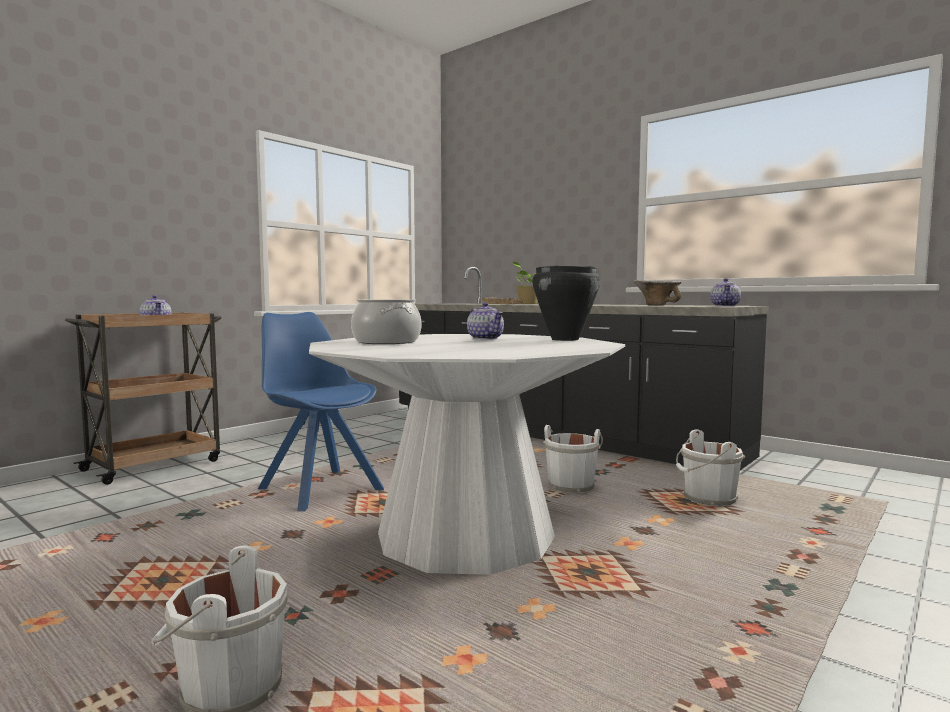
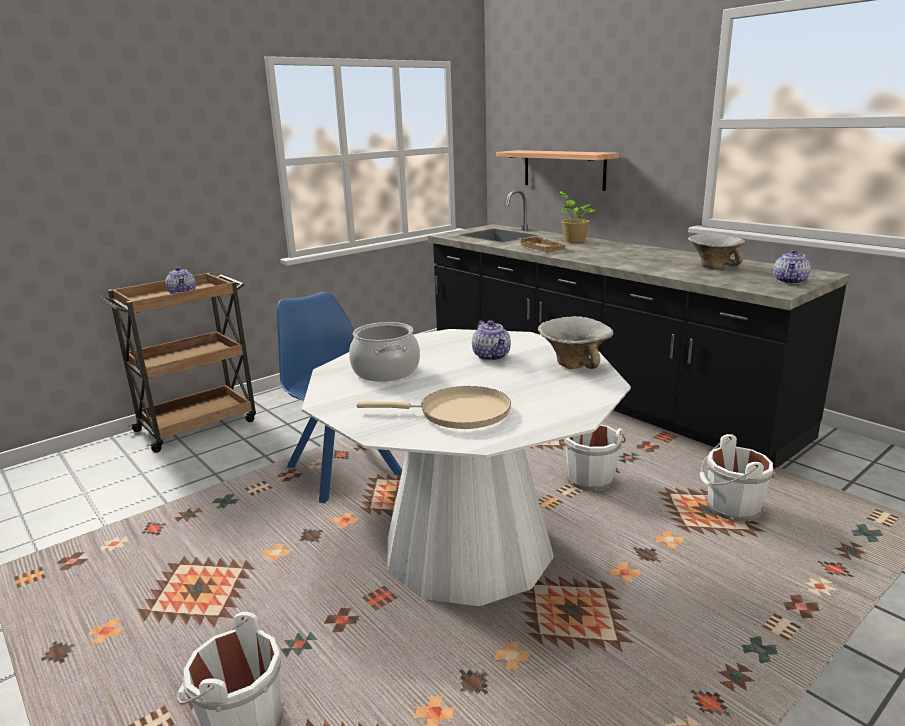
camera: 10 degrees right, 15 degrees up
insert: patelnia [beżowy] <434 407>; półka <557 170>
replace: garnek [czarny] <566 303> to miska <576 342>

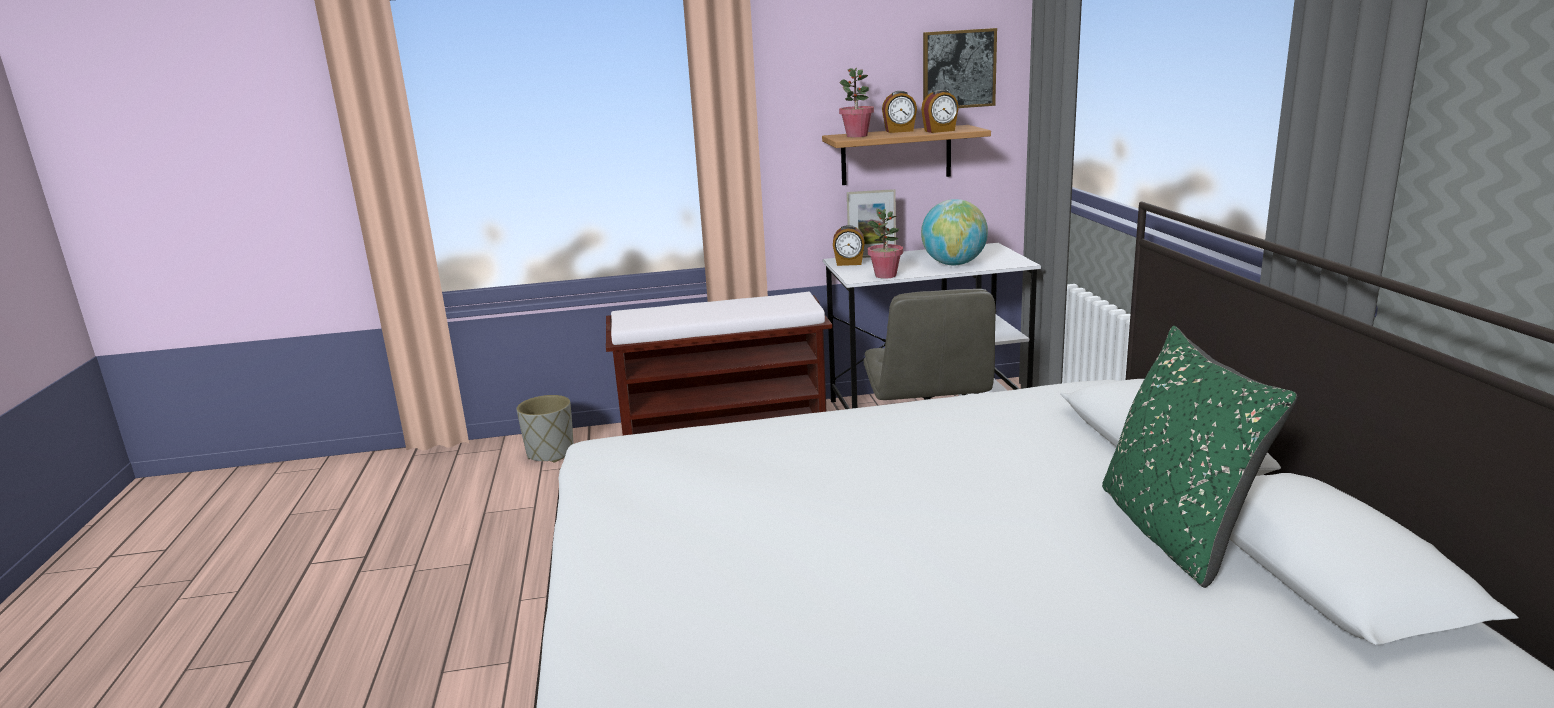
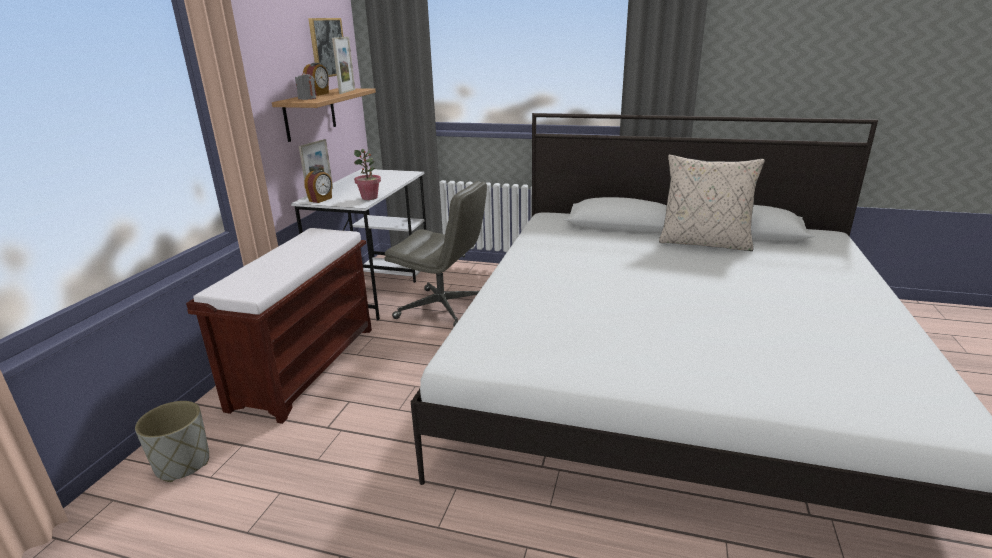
camera: 65 degrees left, 5 degrees up
delete: globus <954 232>
replace: roślina doniczkowa <856 102> to świeca [szary] <305 86>; budzik <940 111> to ramka na zdjęcie <343 65>
recolor: poduszka [zielony] <1200 457> to poduszka [beżowy] <712 203>

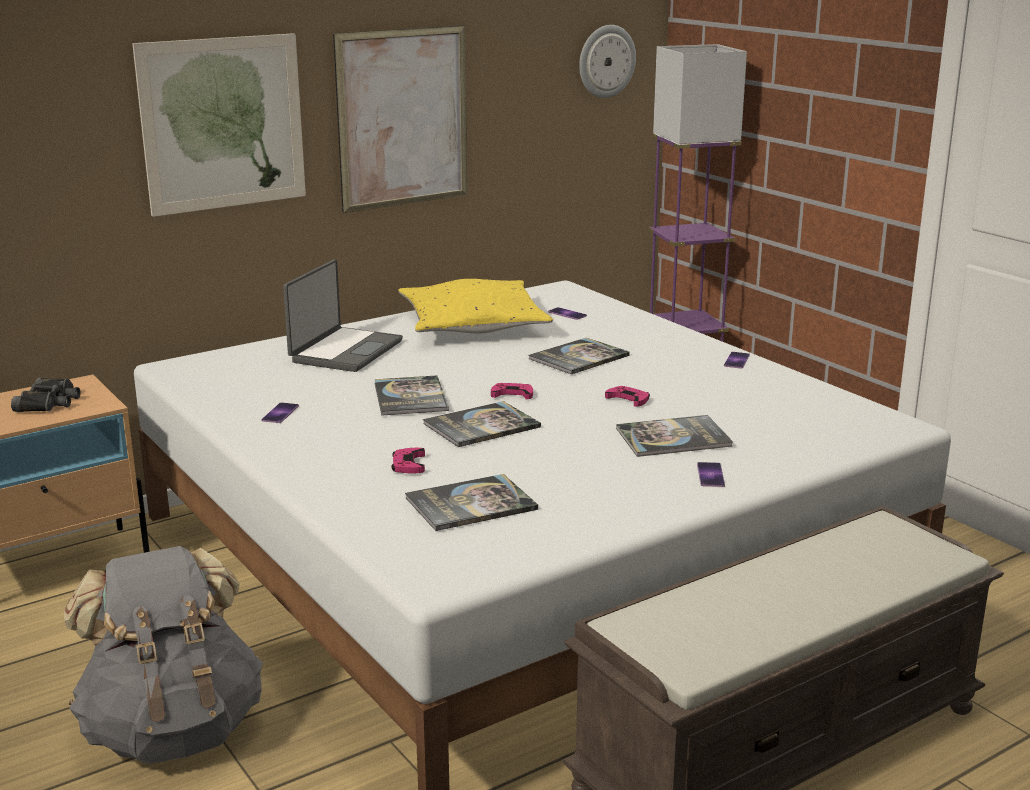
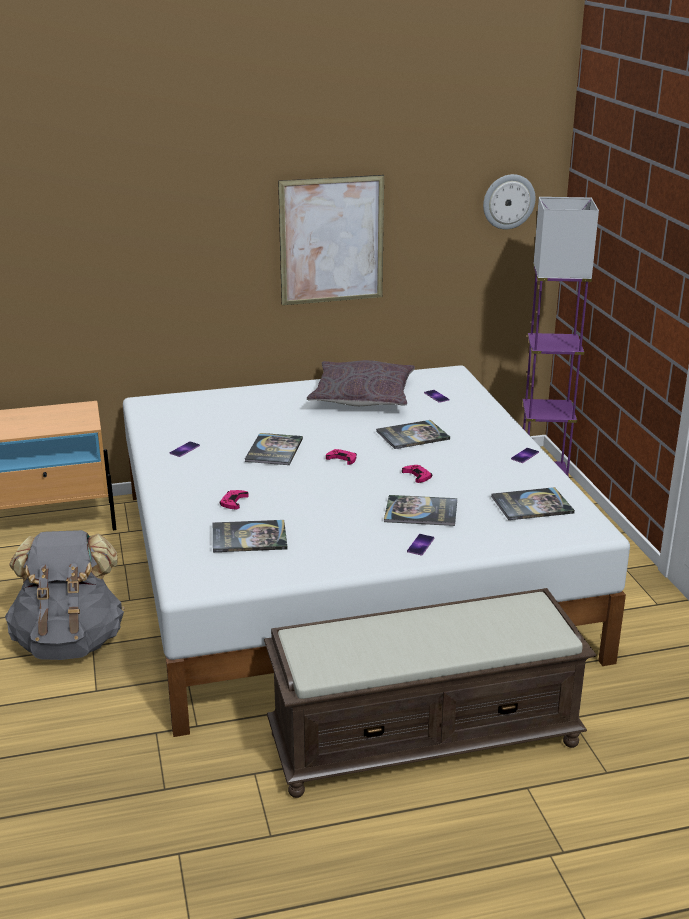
camera: 20 degrees right, 5 degrees up
delete: lornetka [czarny] <45 395>; obraz <219 125>; laptop <343 315>
move: książka <482 424> to <533 503>
recolor: poduszka [żółty] <475 306> to poduszka [szary] <361 383>

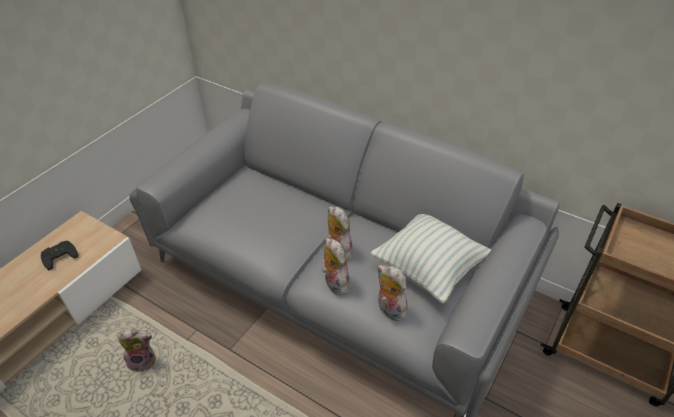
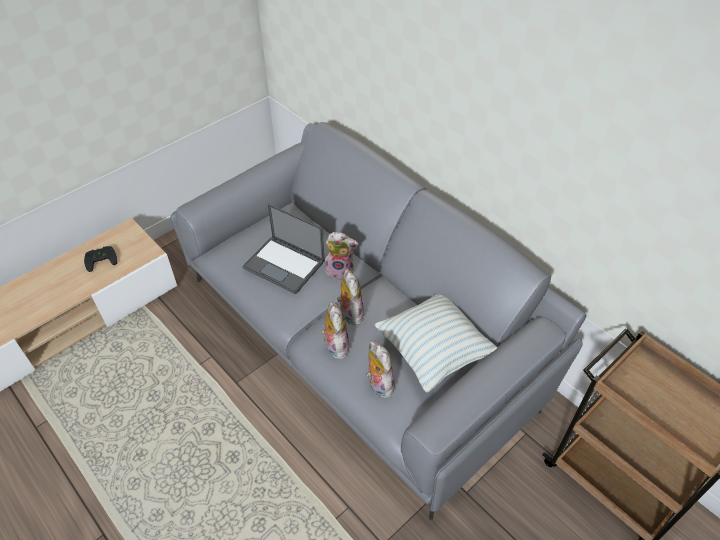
camera: 15 degrees right, 5 degrees up
insert: laptop <283 249>
move: pluszak <137 350> to <341 256>

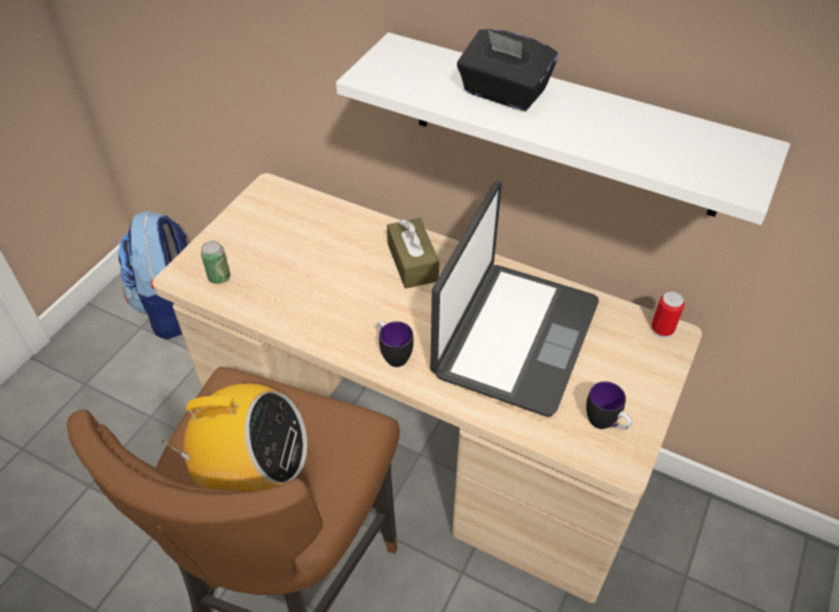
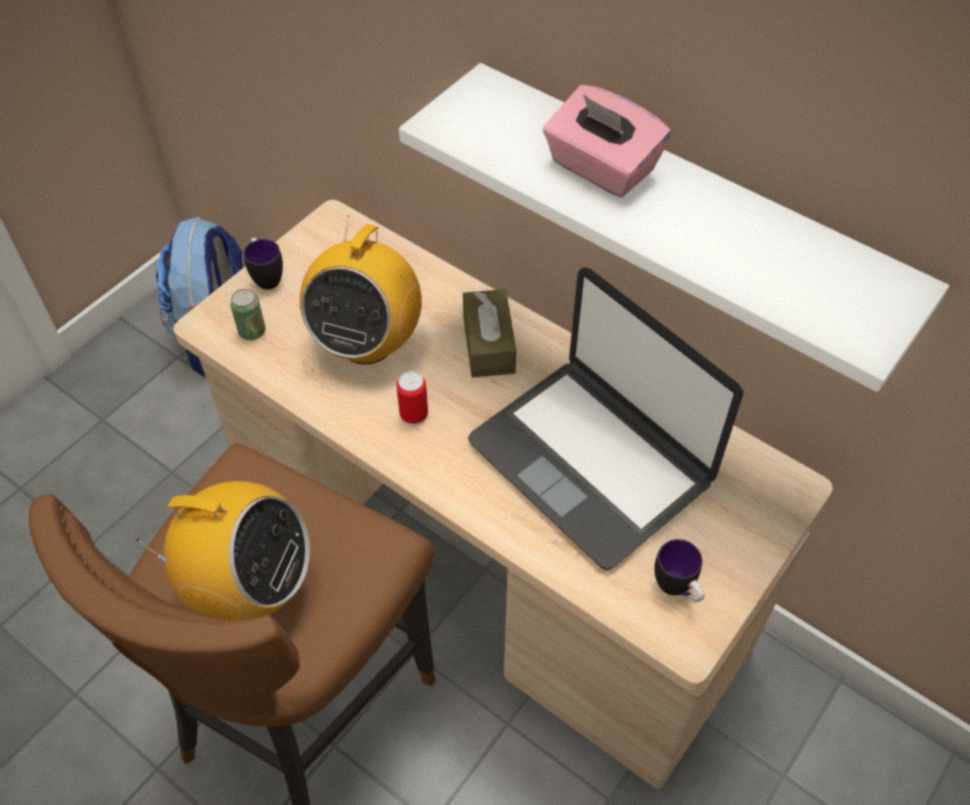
camera: 10 degrees right, 5 degrees up
insert: radio <361 290>
move: kubek <395 344> to <263 264>; puszka <668 315> to <412 398>
recolor: pudełko chusteczek [czarny] <507 70> to pudełko chusteczek [różowy] <607 141>
rotate: laptop <514 299> = <605 418> 105 degrees clockwise

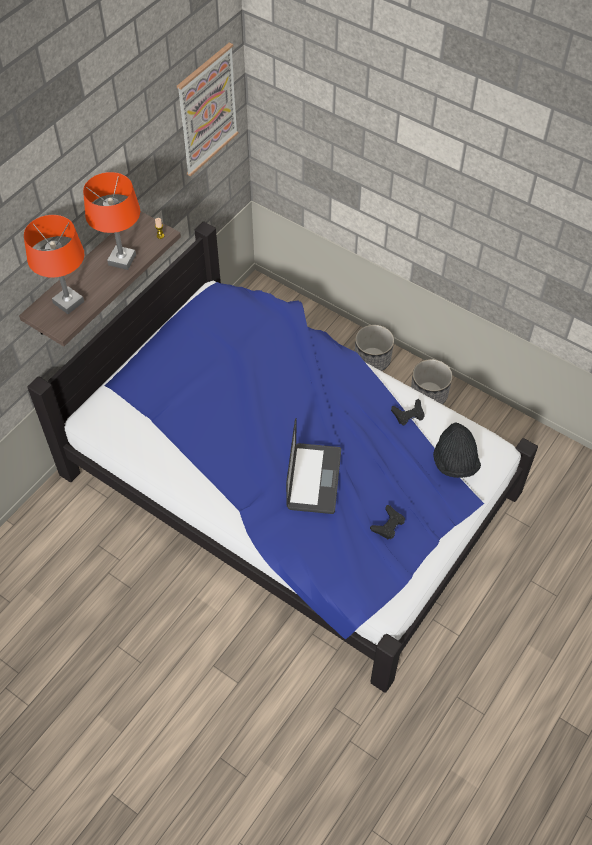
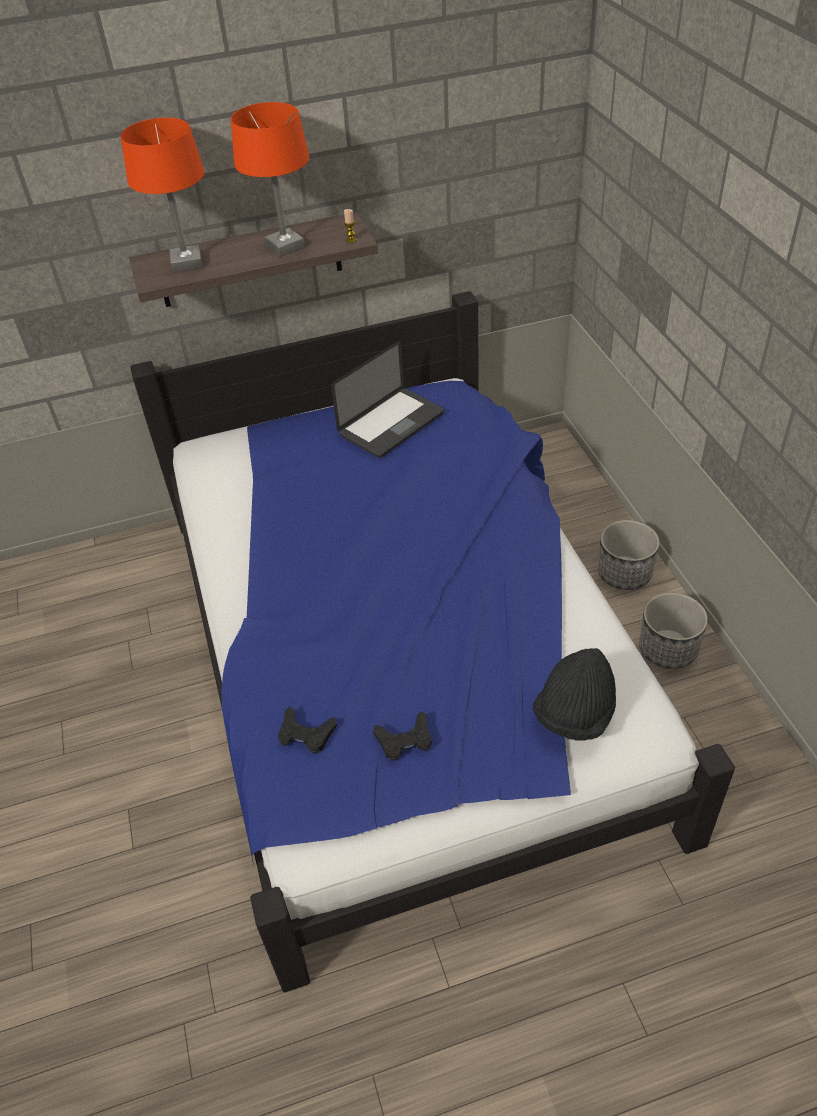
camera: 40 degrees right, 10 degrees down
delete: obraz <207 109>
move: laptop <313 466> to <387 399>; pad do gier [czarny] <408 412> to <307 730>

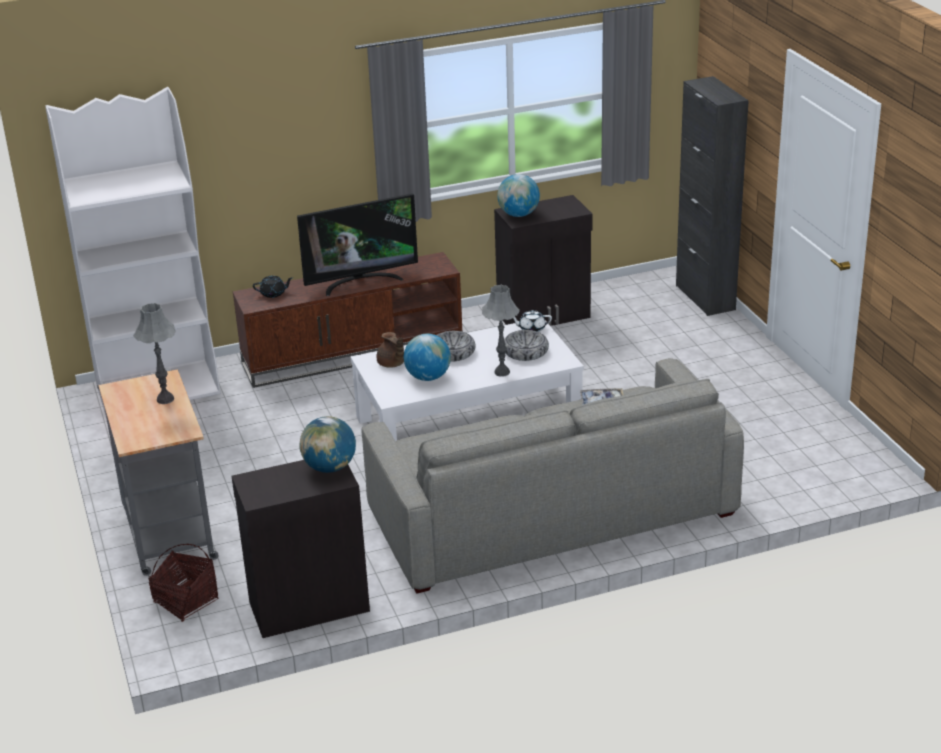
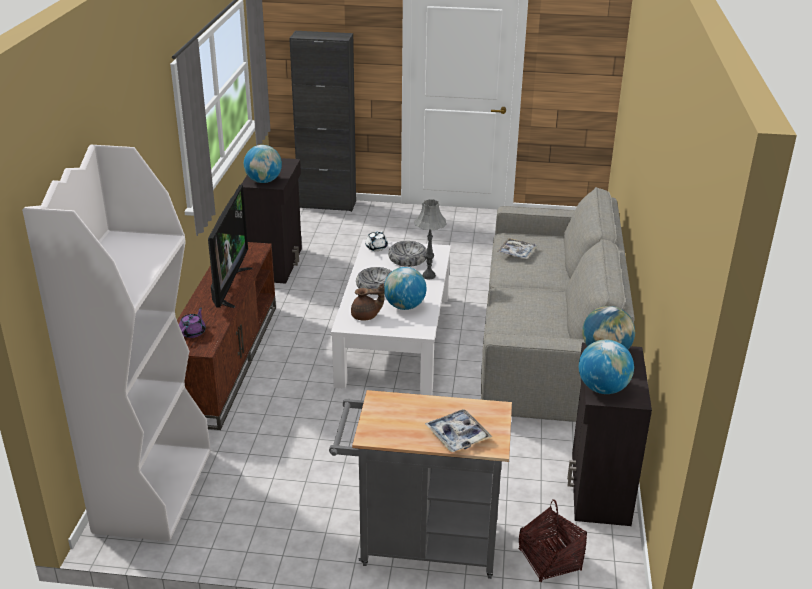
camera: 65 degrees left, 0 degrees up
delete: lampa stołowa [szary] <154 353>
insert: taca <459 430>; globus <606 366>
recolor: imbryk [czarny] <273 286> to imbryk [fioletowy] <192 323>

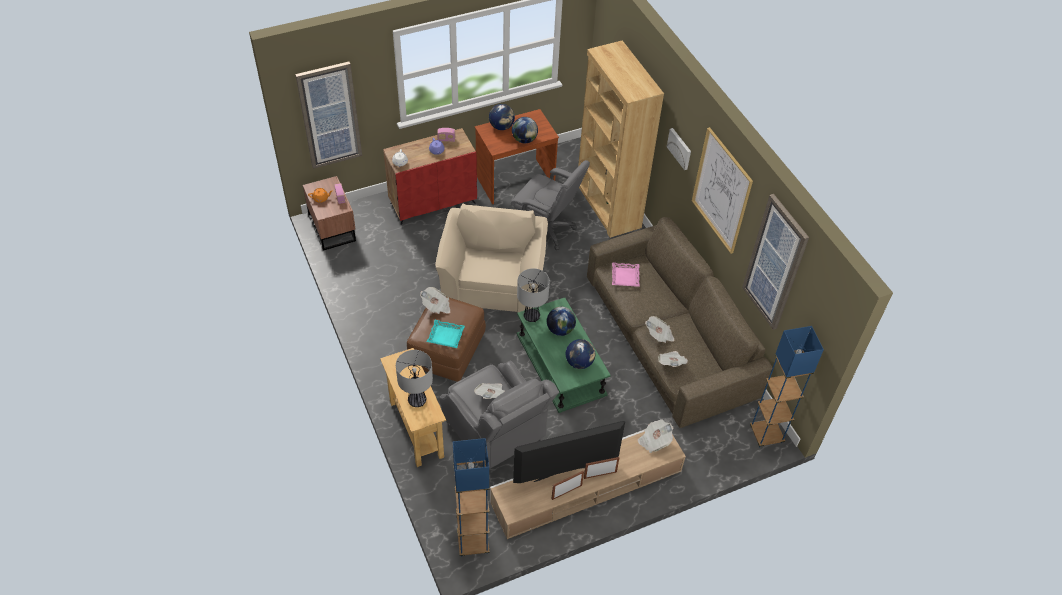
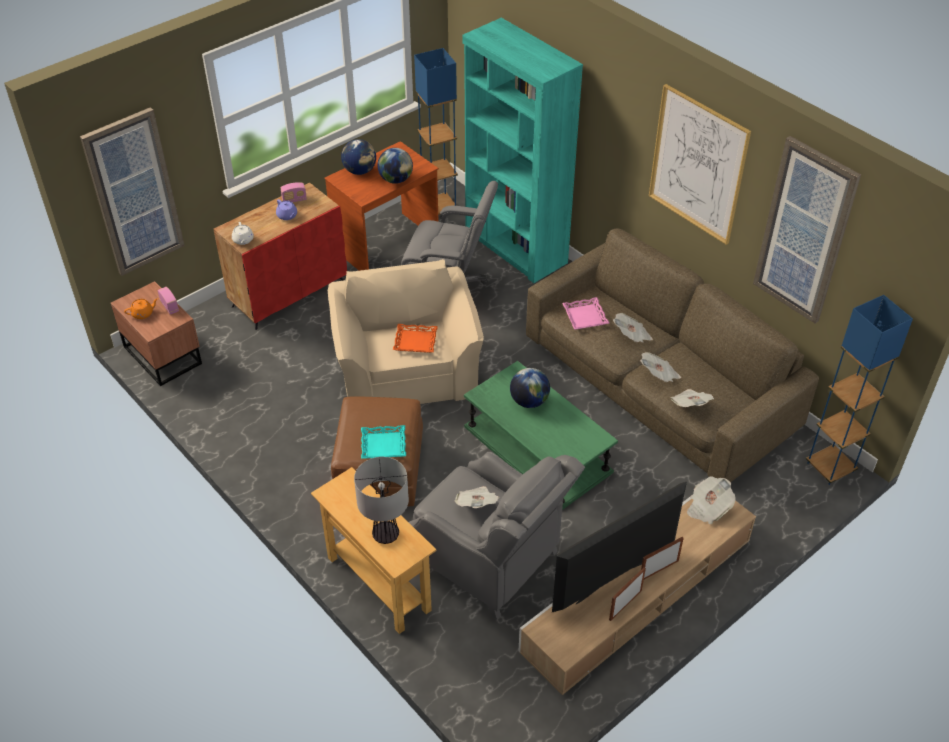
camera: 15 degrees left, 5 degrees down
delete: lampa stołowa <533 295>; globus <581 354>; obraz <679 149>
insert: taca [pomarańczowy] <415 338>
move: gazeta <435 300> to <633 328>; lampa stojąca [niebieski] <471 497> to <436 131>
recolor: regał [brązowy] <621 139> to regał [turkusowy] <523 150>

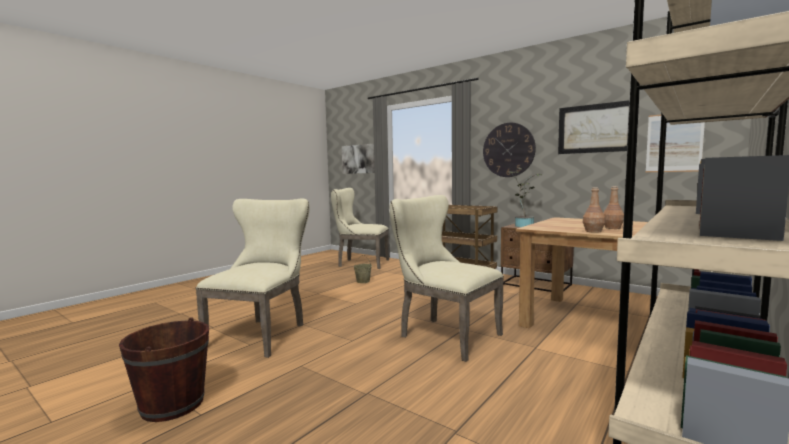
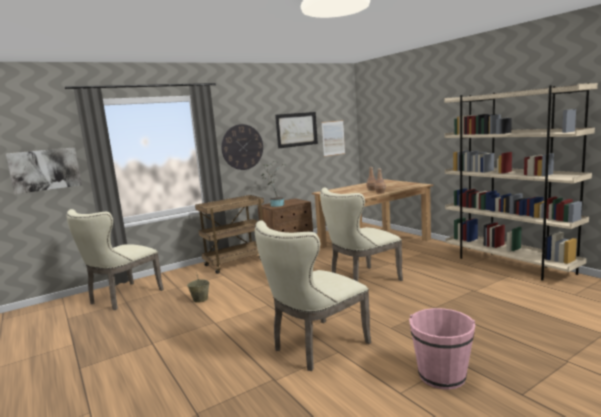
camera: 70 degrees left, 5 degrees up
recolor: wiadro [brązowy] <164 369> to wiadro [różowy] <442 349>
rotate: krzesło [beżowy] <252 278> = <313 295> 75 degrees counterclockwise

